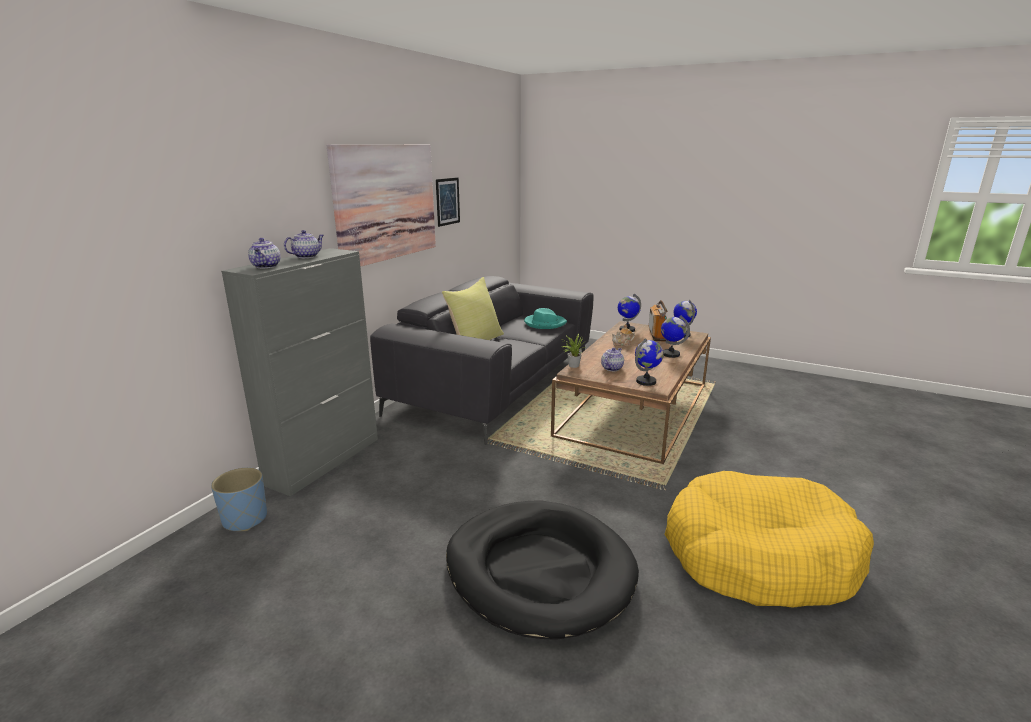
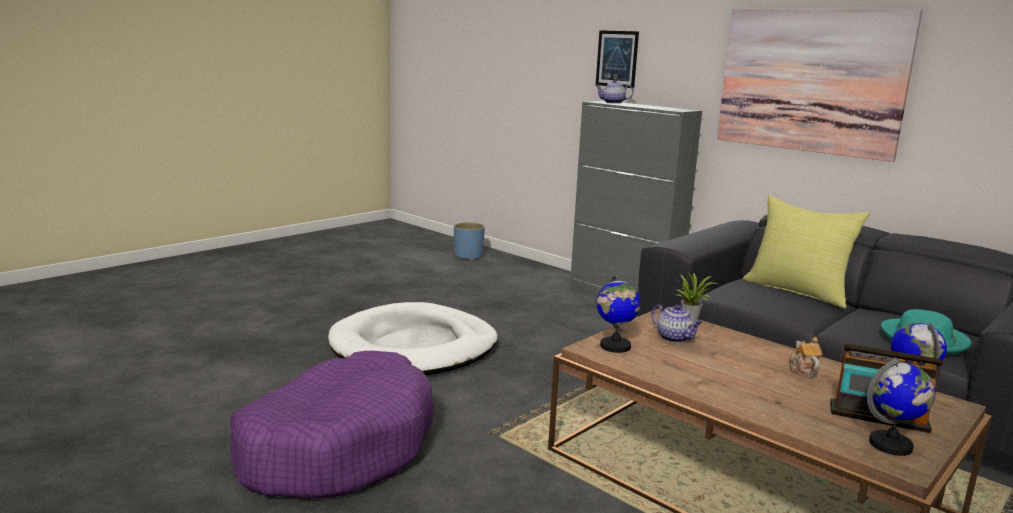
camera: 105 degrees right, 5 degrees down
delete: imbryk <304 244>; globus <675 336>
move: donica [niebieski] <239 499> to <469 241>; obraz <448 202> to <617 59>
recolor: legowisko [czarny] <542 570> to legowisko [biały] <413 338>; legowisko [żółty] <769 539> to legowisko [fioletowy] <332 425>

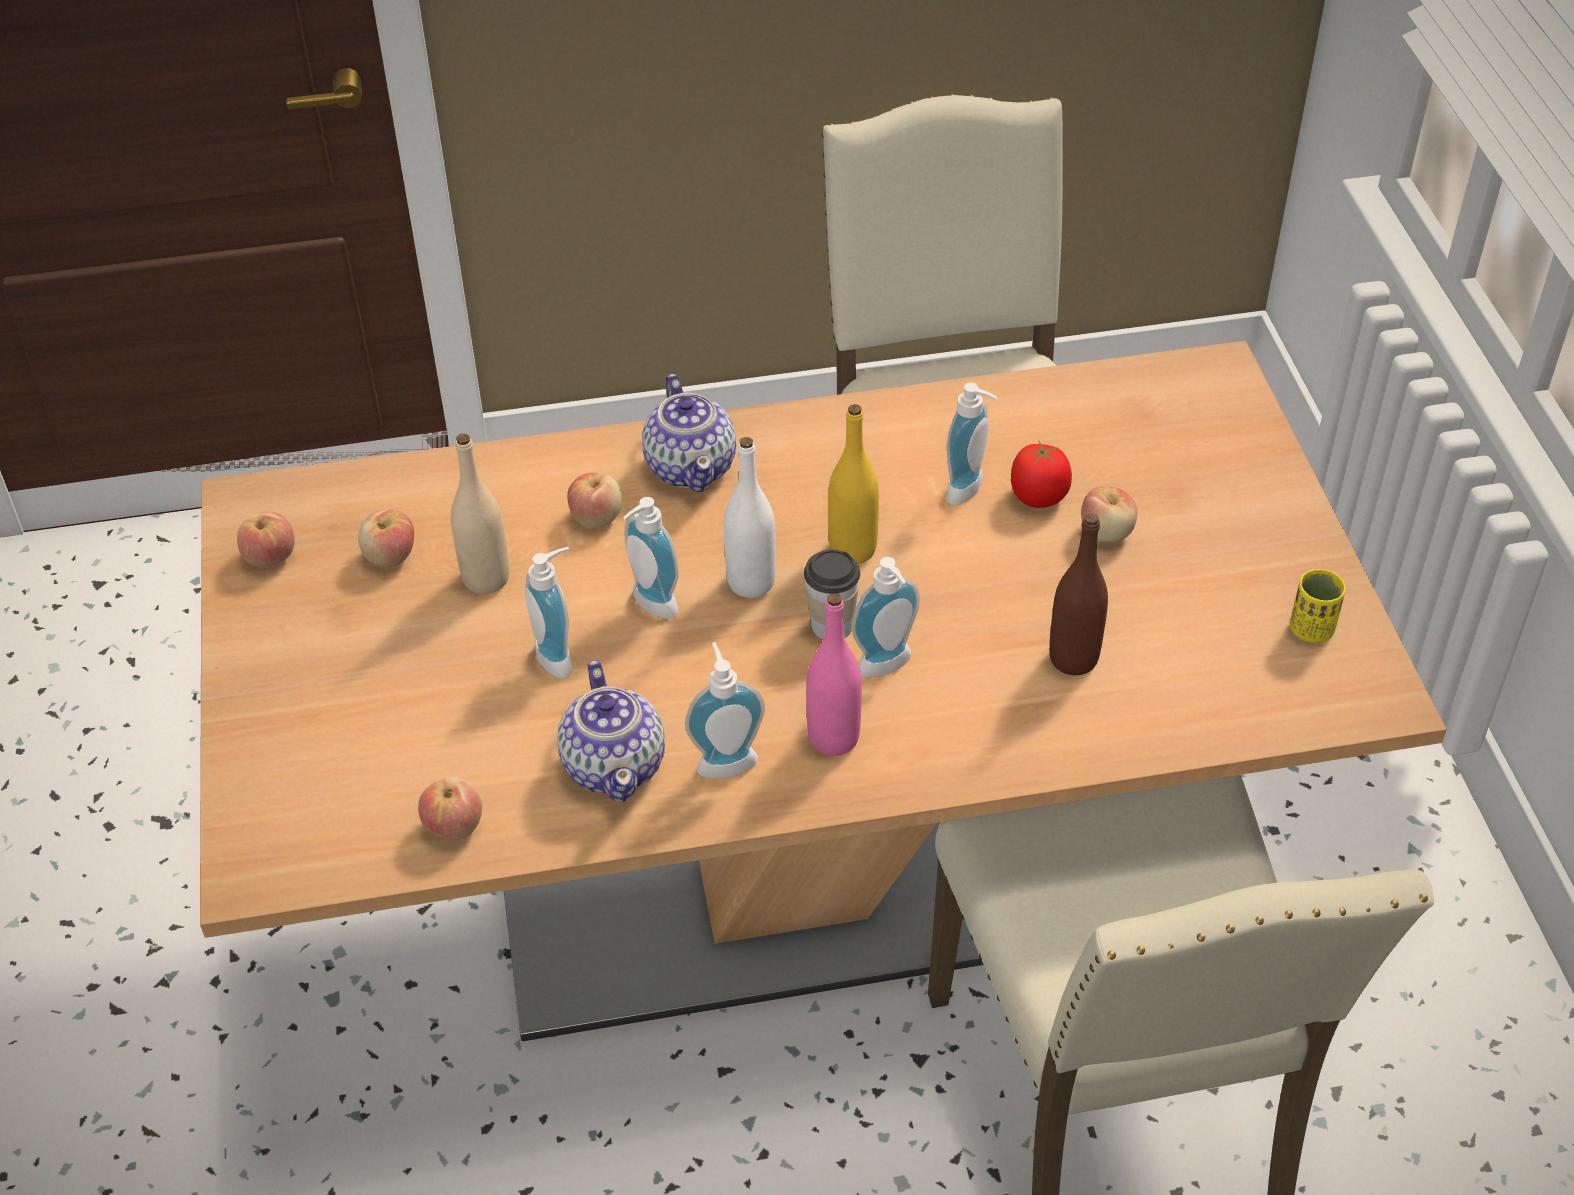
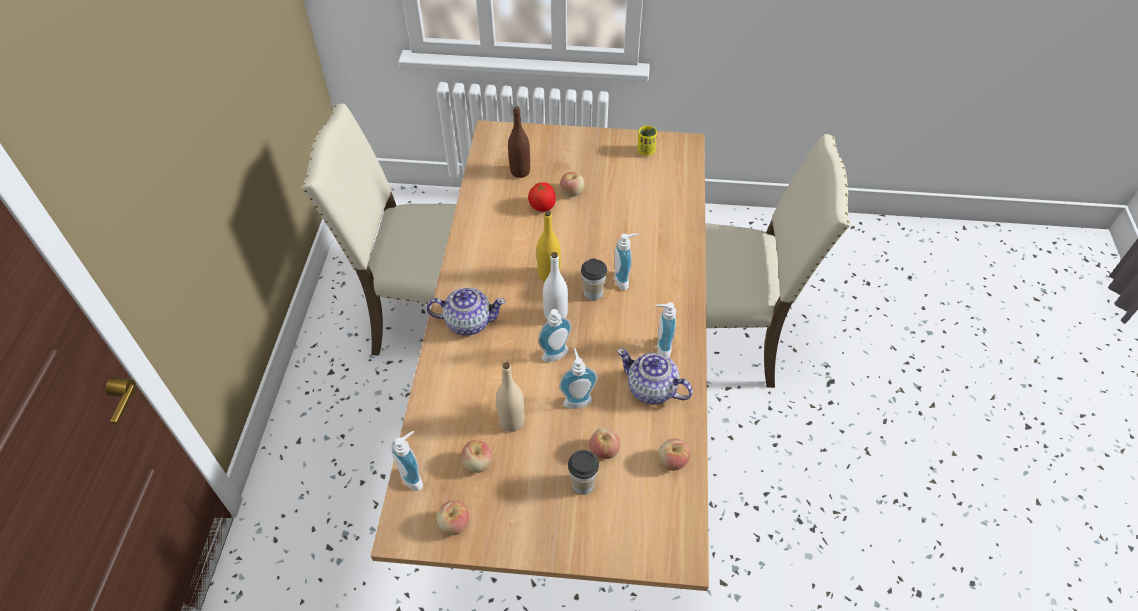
camera: 75 degrees left, 5 degrees up
delete: butelka [różowy] <834 674>
insert: filiżanka <583 472>
move: jabłko <594 500> to <604 443>; dozownik mydła <971 443> to <407 461>; butelka [brązowy] <1078 594> to <519 142>
rotate: imbryk <611 731> = <655 377> 150 degrees counterclockwise

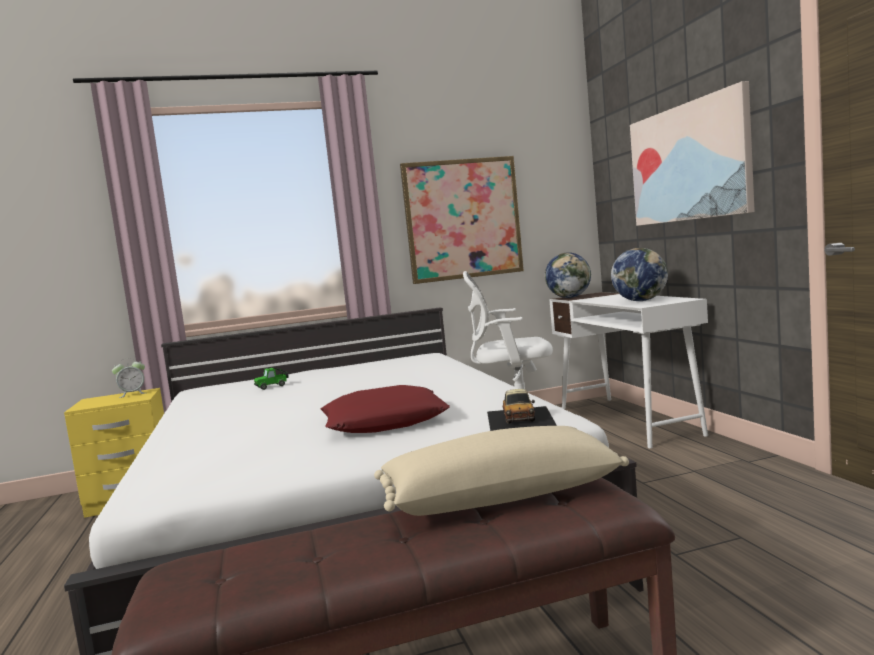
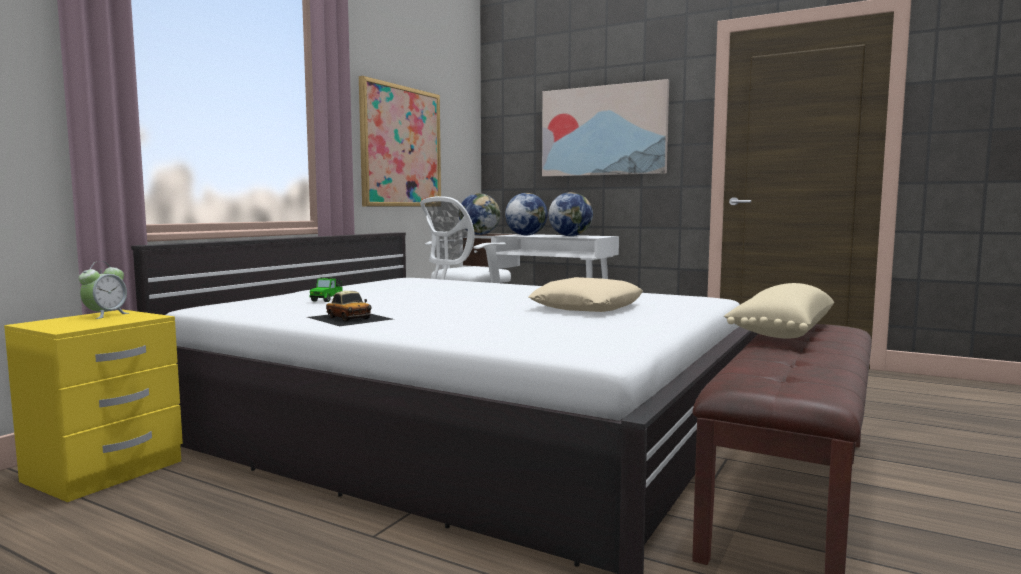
camera: 45 degrees left, 0 degrees up
insert: globus <526 214>
move: samochodzik <522 410> to <349 308>
recolor: poduszka [czerwony] <385 409> to poduszka [beżowy] <586 294>

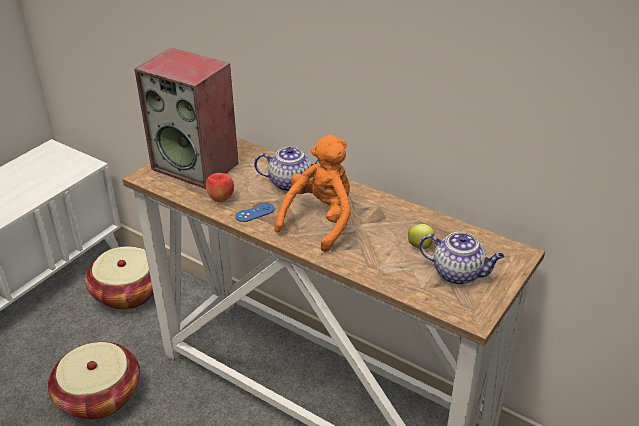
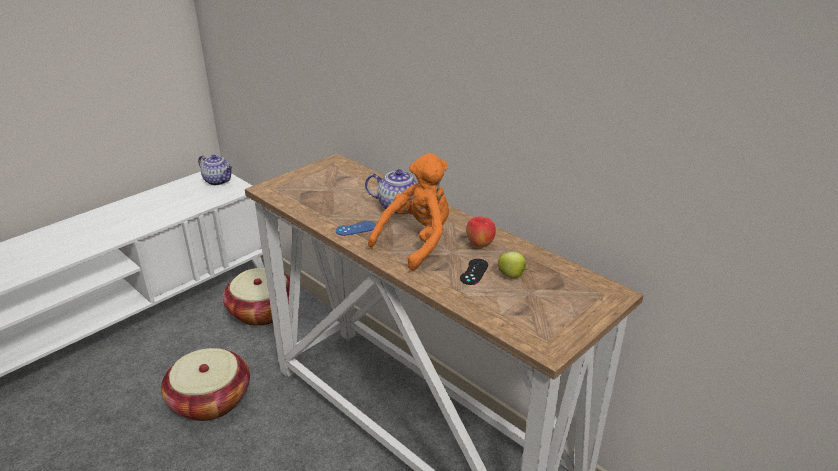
camera: 10 degrees right, 5 degrees down
delete: głośnik <186 118>
insert: pad do gier [czarny] <474 272>
move: jabłko <220 188> to <481 232>; imbryk <462 258> to <215 170>

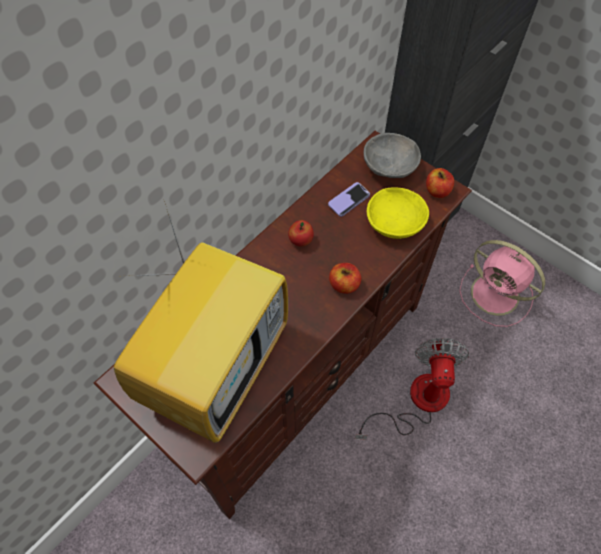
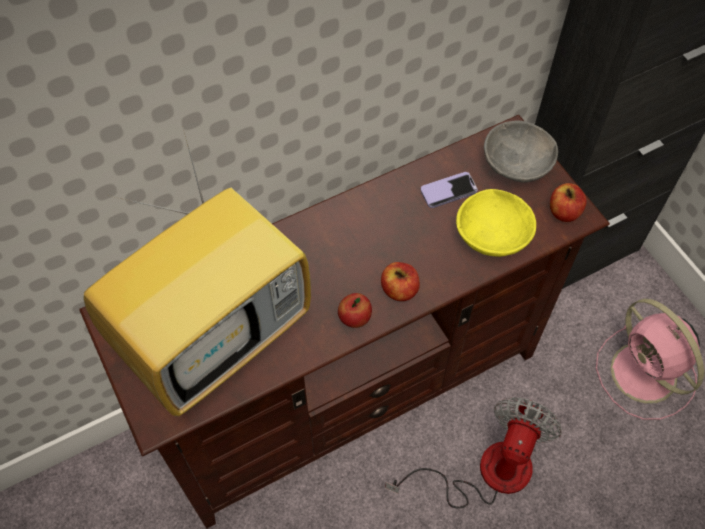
camera: 20 degrees right, 0 degrees up
move: jabłko <301 233> to <355 310>

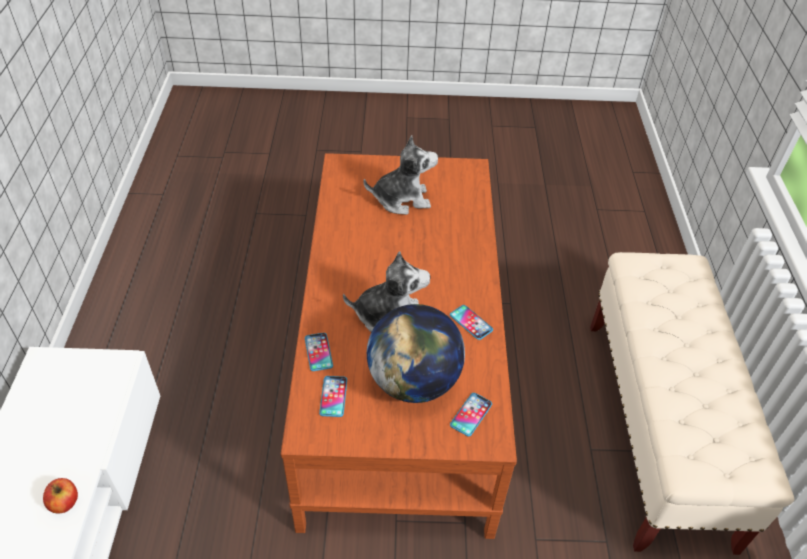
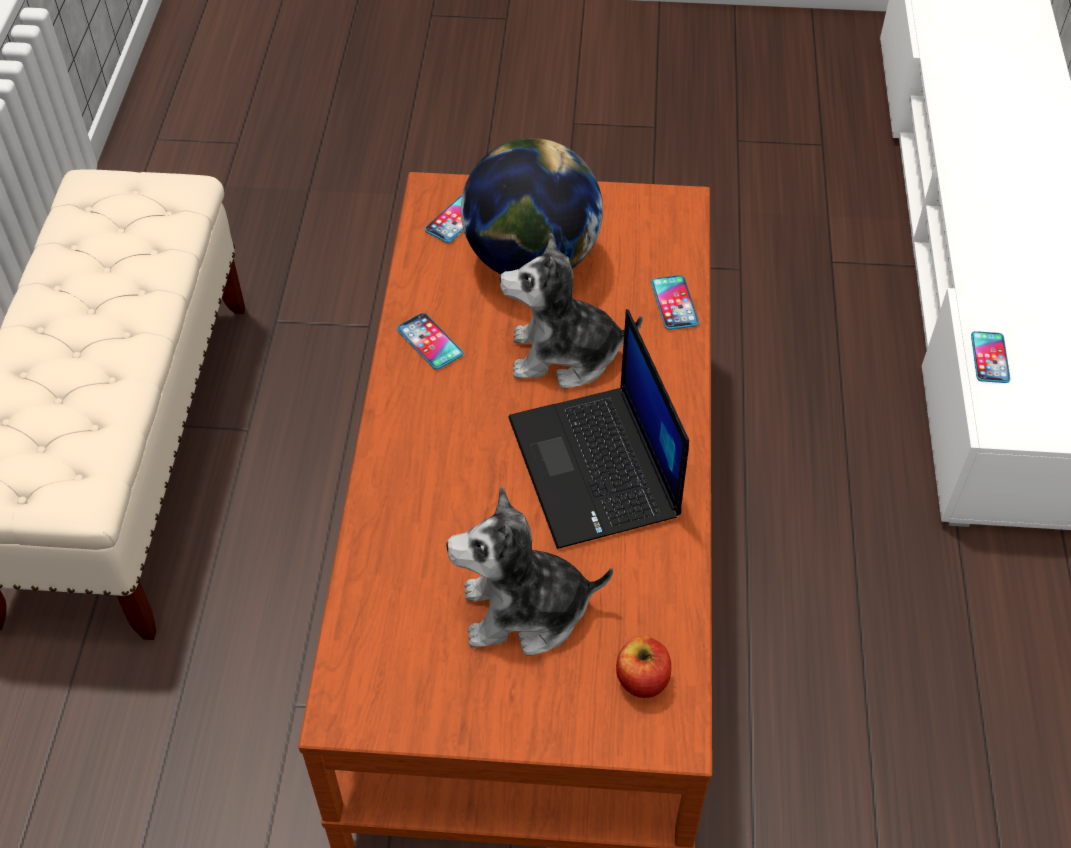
camera: 175 degrees left, 5 degrees up
insert: laptop <599 429>
move: jabłko <60 496> to <643 667>; telefon <333 396> to <990 357>

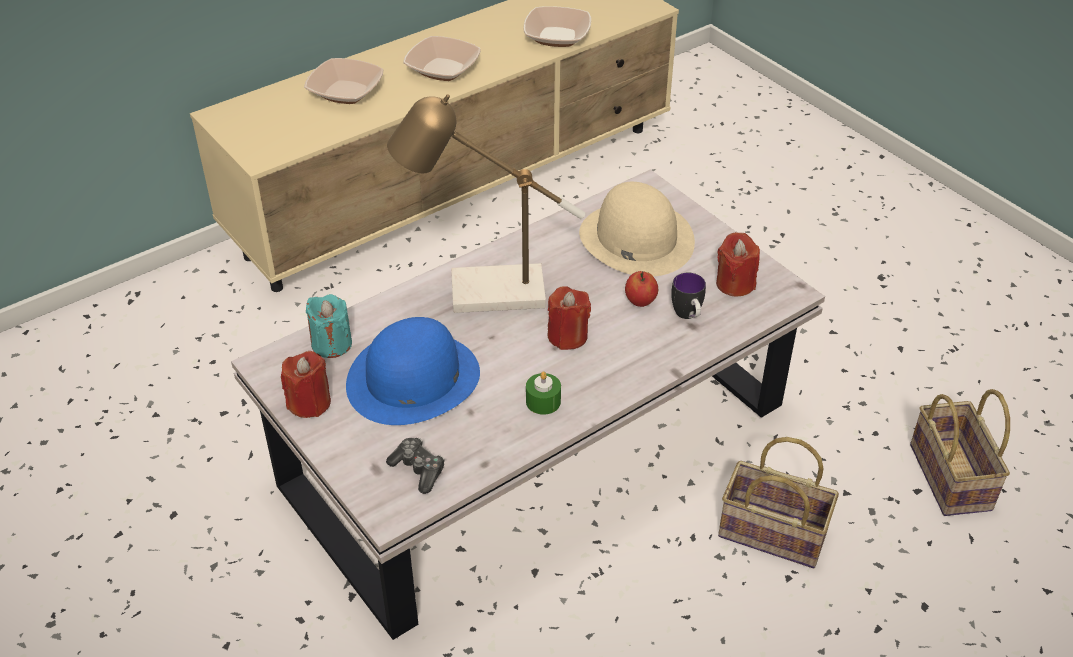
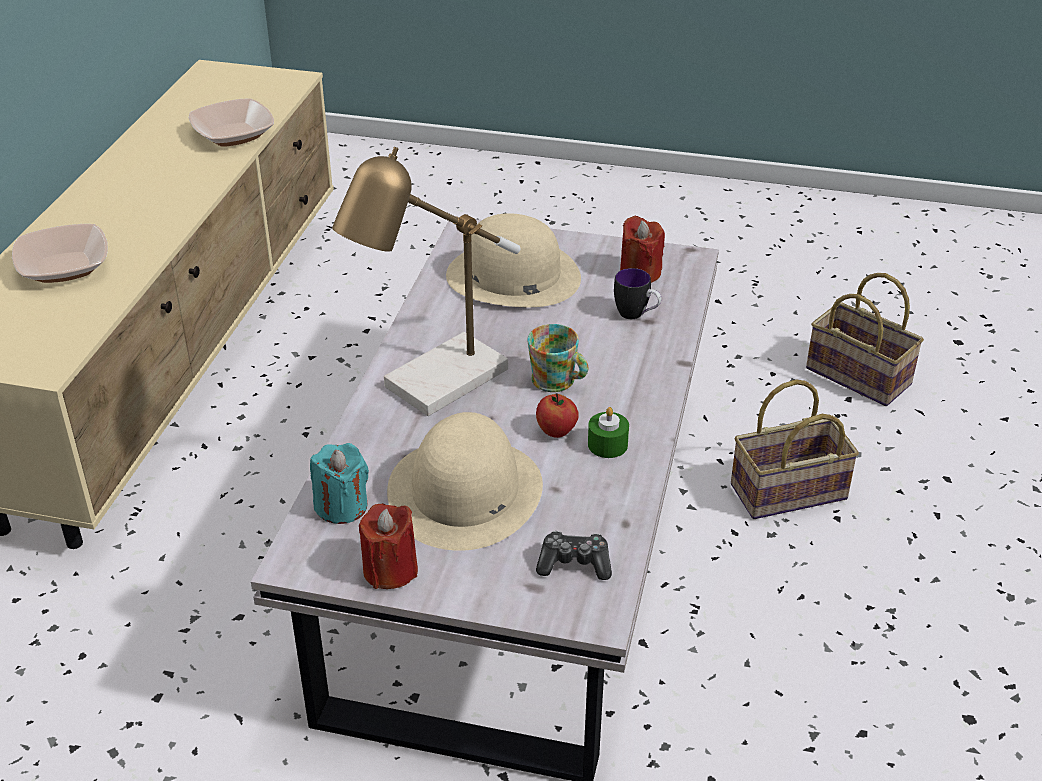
camera: 40 degrees left, 5 degrees down
delete: miska <442 58>
move: jabłko <641 289> to <557 415>
replace: świeca [czerwony] <569 318> to kubek <557 358>
recolor: kapelusz [niebieski] <413 371> to kapelusz [beżowy] <465 481>

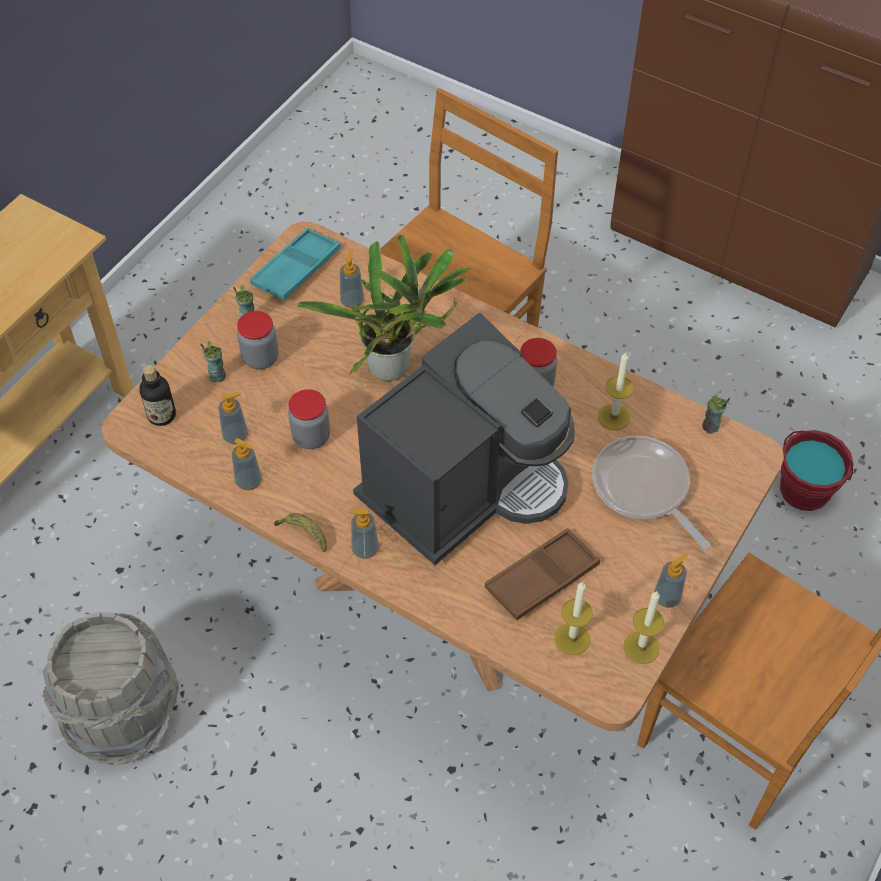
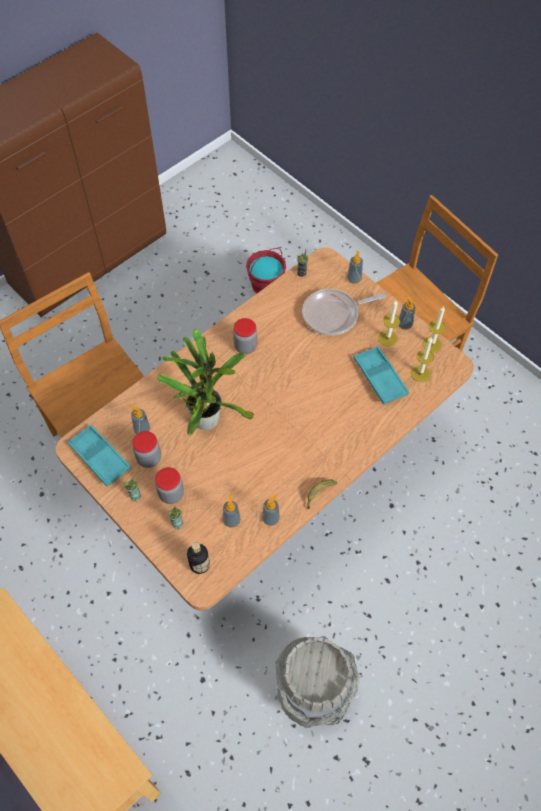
camera: 75 degrees left, 5 degrees up
delete: ekspres do kawy <464 439>
move: słoik <309 419> to <146 449>; dozownik mydła <363 534> to <355 267>; świeca <616 391> to <389 323>
recolor: taca [brązowy] <542 574> to taca [turkusowy] <381 375>

